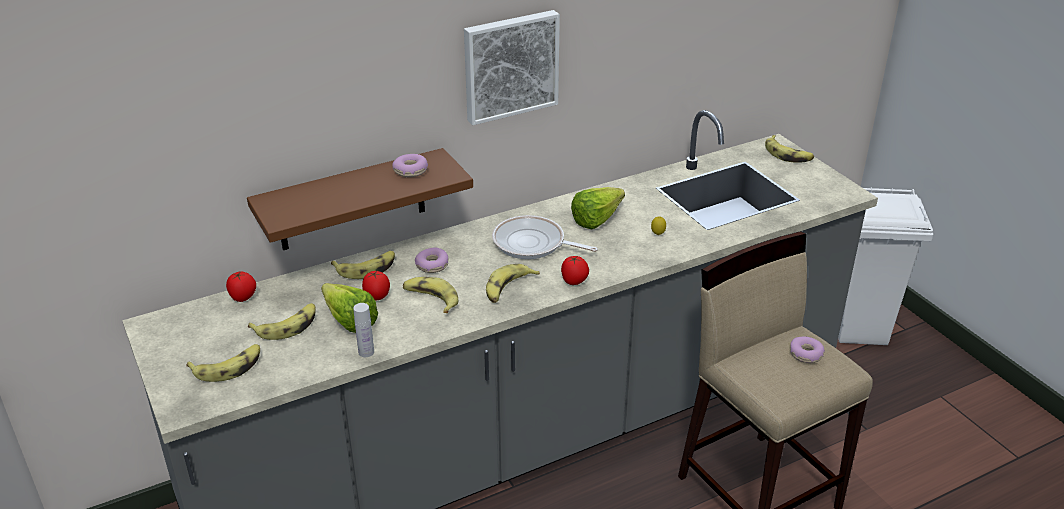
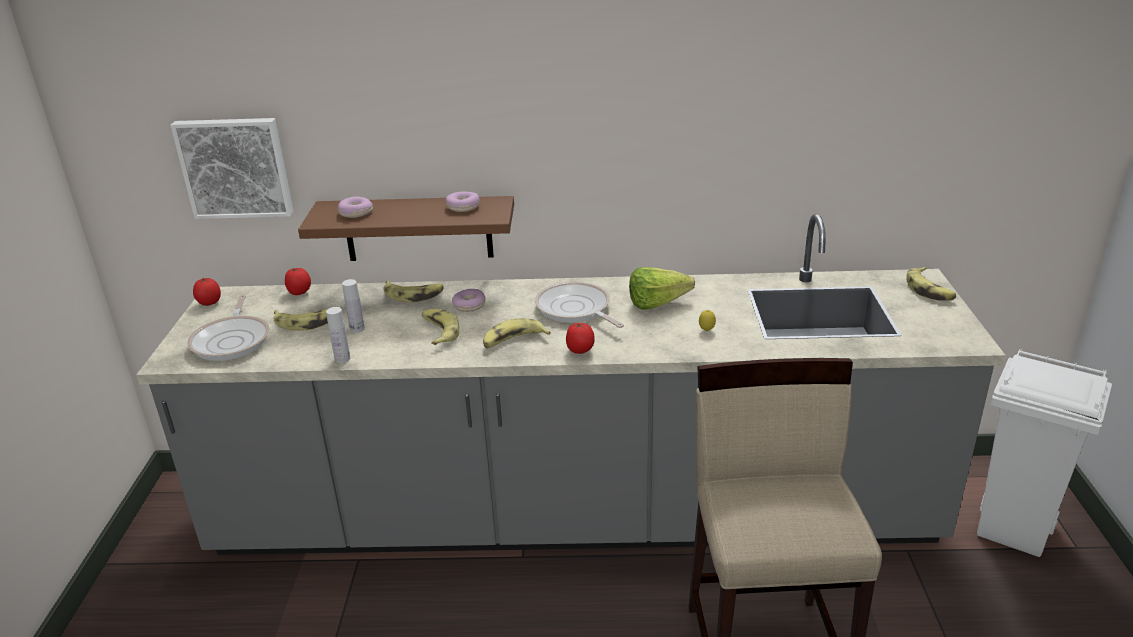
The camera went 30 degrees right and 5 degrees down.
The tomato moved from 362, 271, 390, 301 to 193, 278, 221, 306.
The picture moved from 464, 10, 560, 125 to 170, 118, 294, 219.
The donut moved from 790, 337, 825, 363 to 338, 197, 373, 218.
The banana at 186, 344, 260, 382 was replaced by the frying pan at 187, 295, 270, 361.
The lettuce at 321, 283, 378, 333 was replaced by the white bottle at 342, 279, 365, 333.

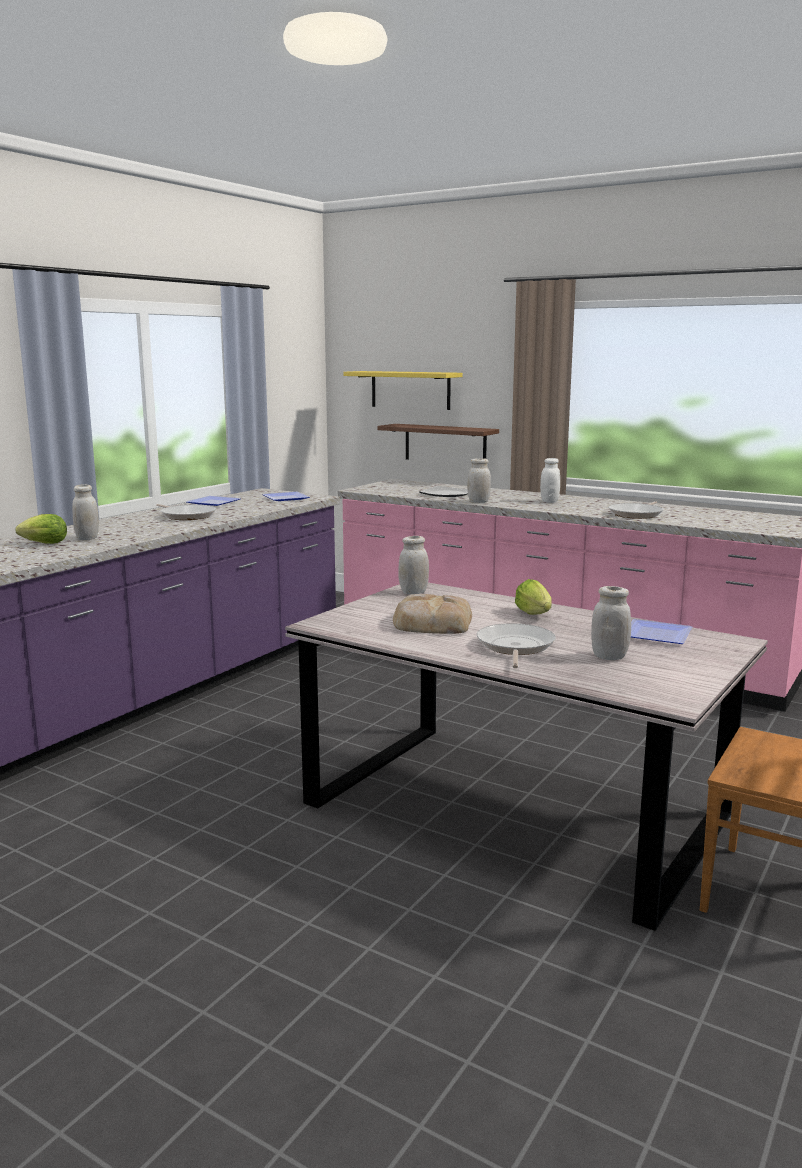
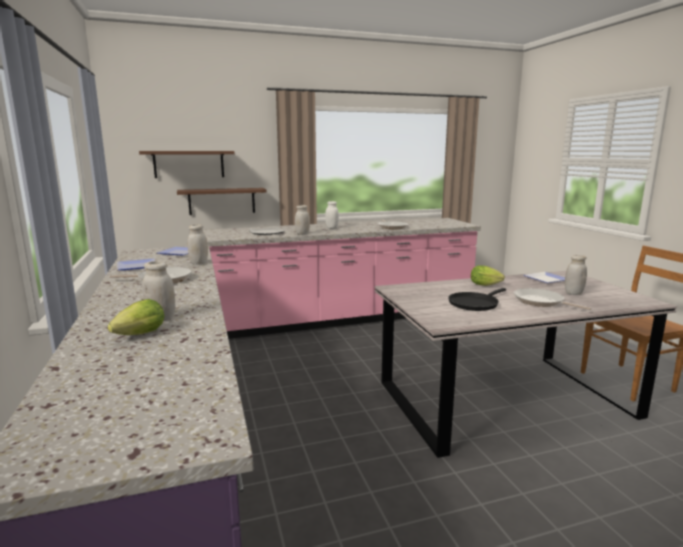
The camera went 50 degrees left and 0 degrees up.
The white jar moved from 398, 536, 429, 594 to 188, 224, 208, 265.
The bread at 393, 594, 472, 634 was replaced by the black frying pan at 448, 288, 506, 311.
The yellow shelf at 343, 371, 463, 410 became the brown shelf at 139, 151, 235, 178.

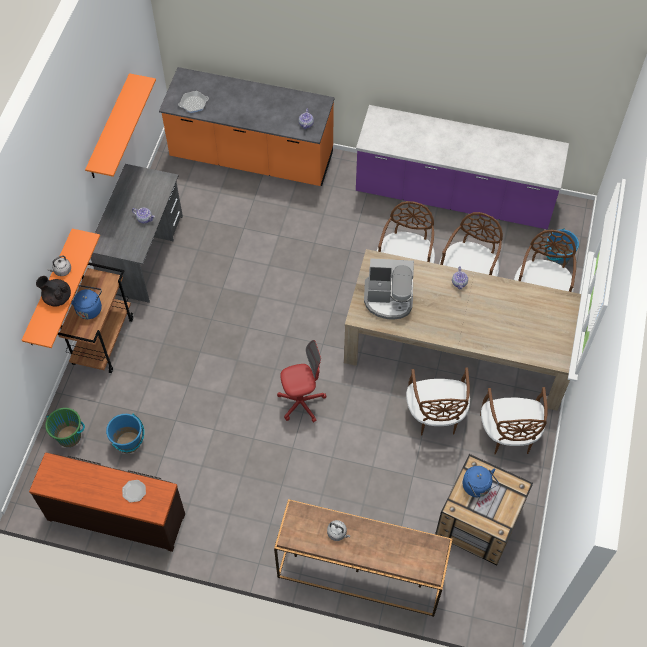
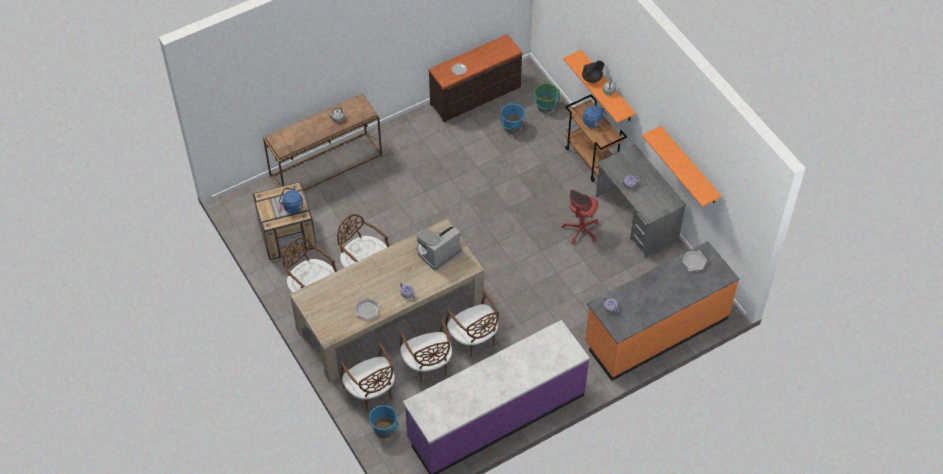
The camera went 135 degrees right and 5 degrees down.
The frying pan at 355, 298, 380, 320 appeared.
The red office chair moved from 277, 340, 327, 423 to 562, 189, 598, 244.

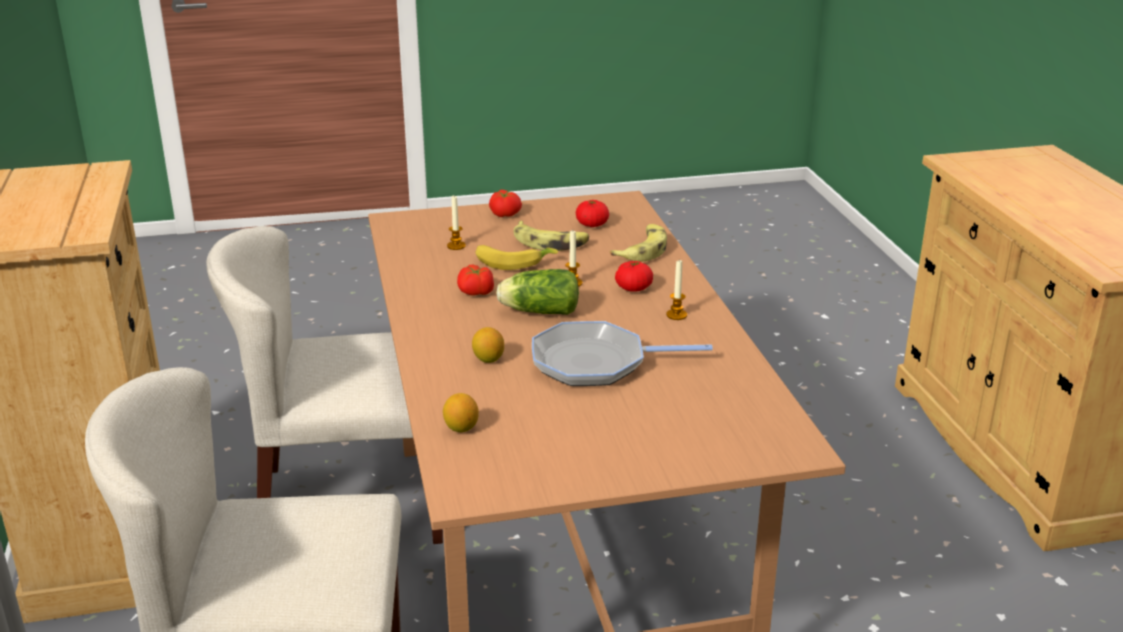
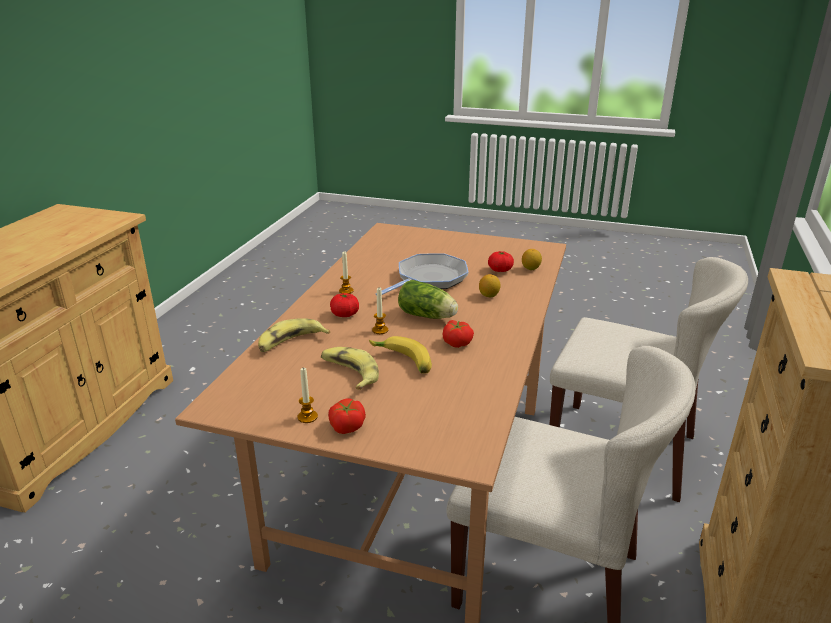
The camera went 150 degrees left and 0 degrees up.
The candle moved from 447, 196, 466, 250 to 298, 368, 318, 423.
The tomato moved from 576, 200, 609, 227 to 488, 251, 514, 272.
The frying pan at 532, 321, 713, 386 turned 75 degrees counterclockwise.

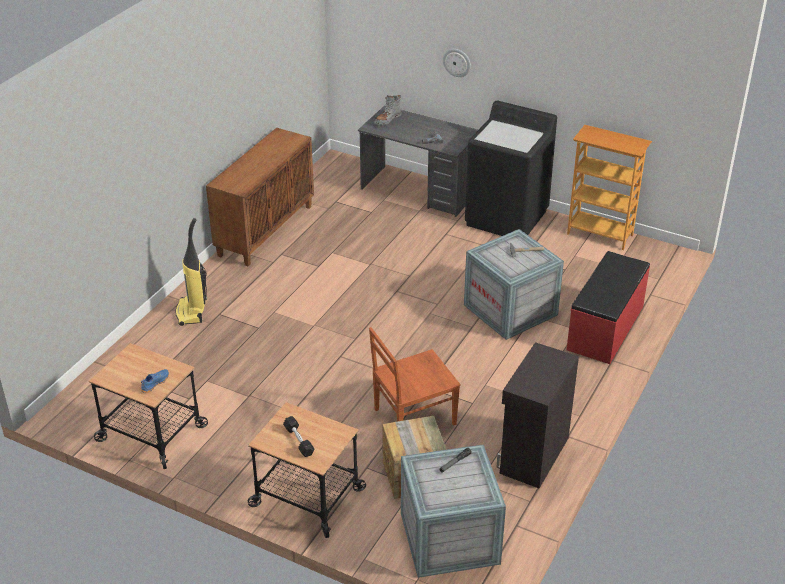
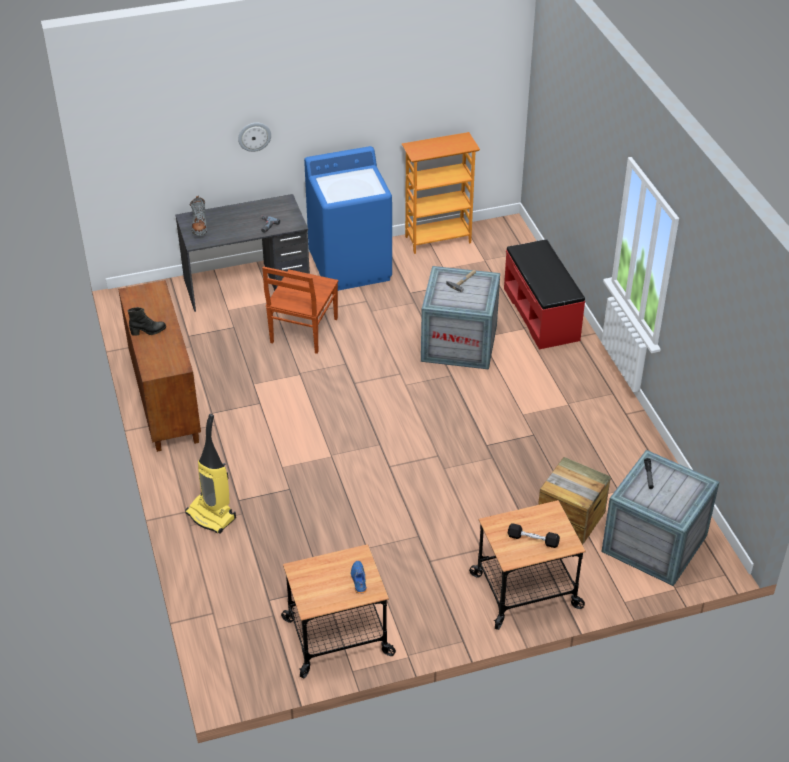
The camera went 45 degrees left and 5 degrees up.
The black cabinet at 496, 342, 579, 488 disappeared.
The black boot at 128, 307, 166, 336 appeared.
The brown chair moved from 369, 327, 461, 426 to 263, 267, 338, 354.
The black washing machine at 465, 101, 557, 236 became the blue washing machine at 304, 146, 392, 291.

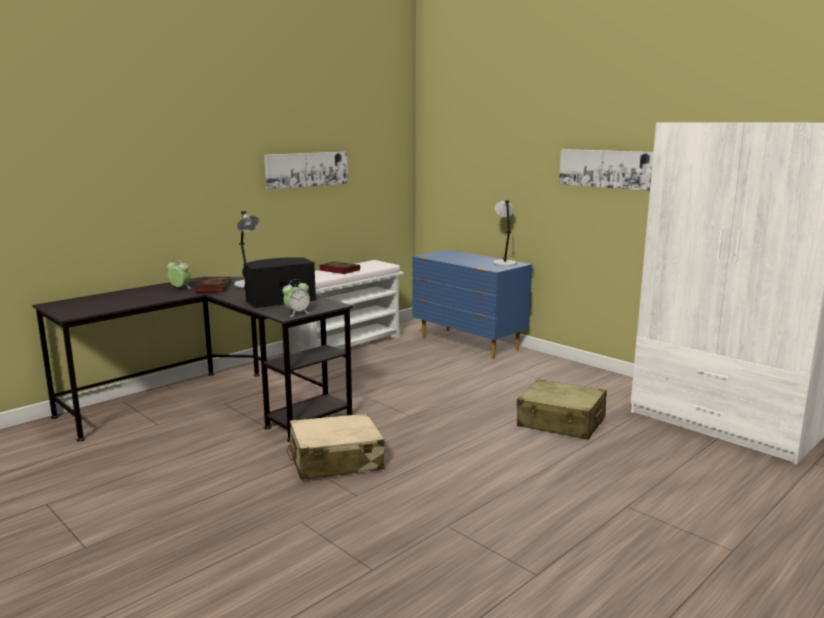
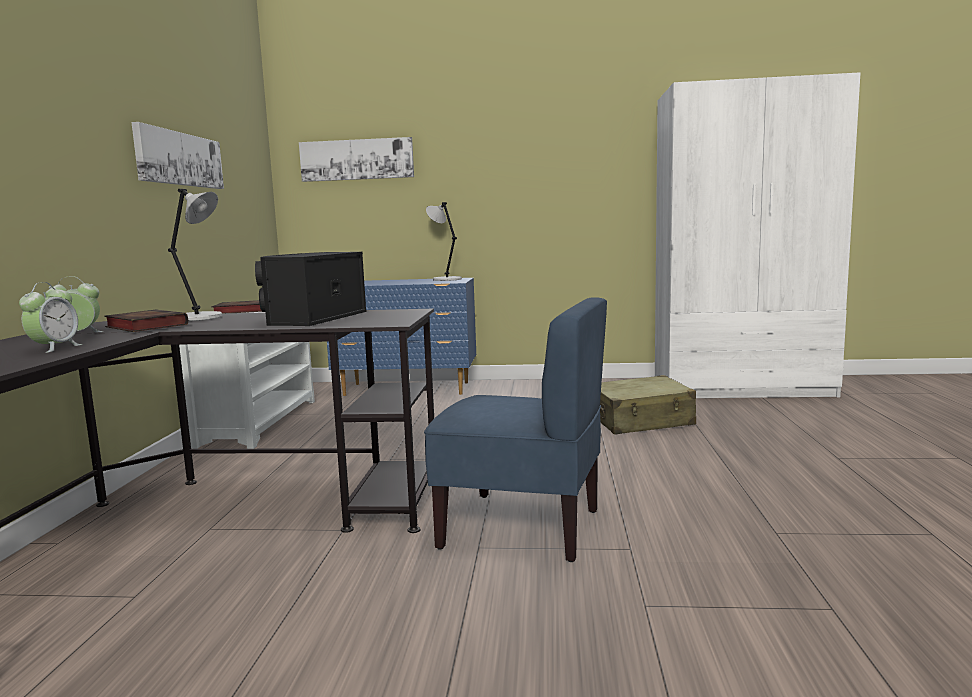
The camera went 40 degrees left and 5 degrees down.
The alarm clock moved from 283, 279, 310, 317 to 19, 282, 83, 353.
The picture moved from 559, 149, 653, 191 to 299, 137, 414, 182.
The beige suitcase at 287, 413, 384, 480 was replaced by the blue chair at 424, 297, 607, 562.

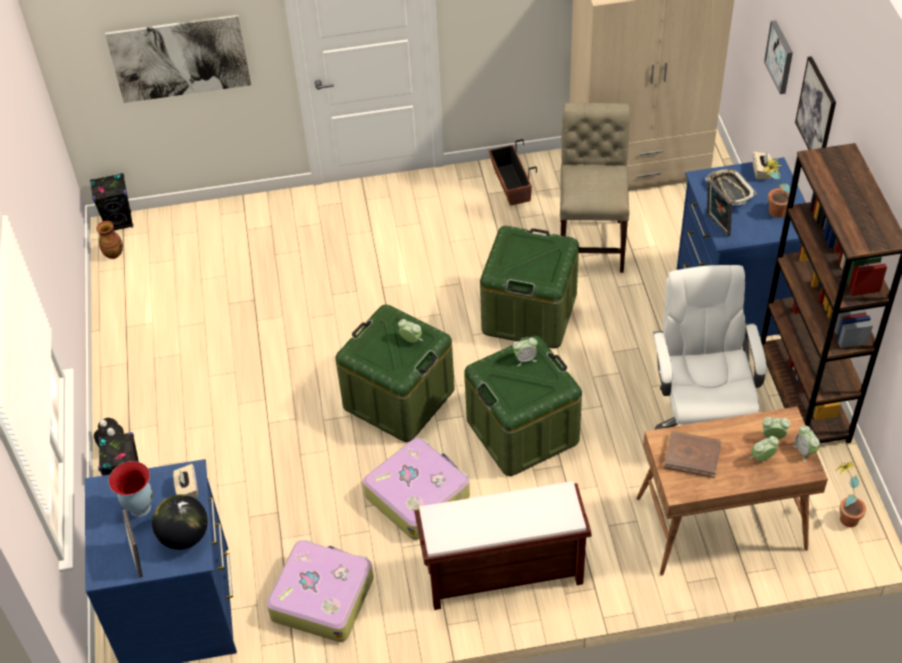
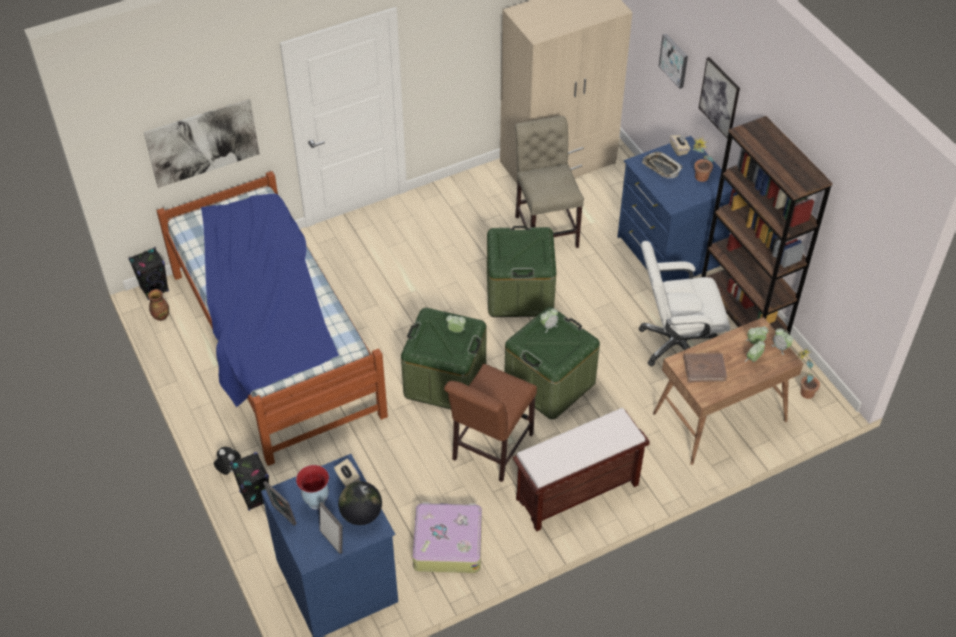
The camera went 20 degrees left and 0 degrees up.
The planter at 488, 139, 537, 205 disappeared.
The bed at 156, 171, 388, 466 appeared.
The picture frame moved from 707, 180, 732, 237 to 263, 481, 296, 526.
The suitcase at 363, 438, 470, 540 was replaced by the brown chair at 444, 363, 537, 482.
The white office chair at 653, 265, 767, 430 turned 75 degrees counterclockwise.

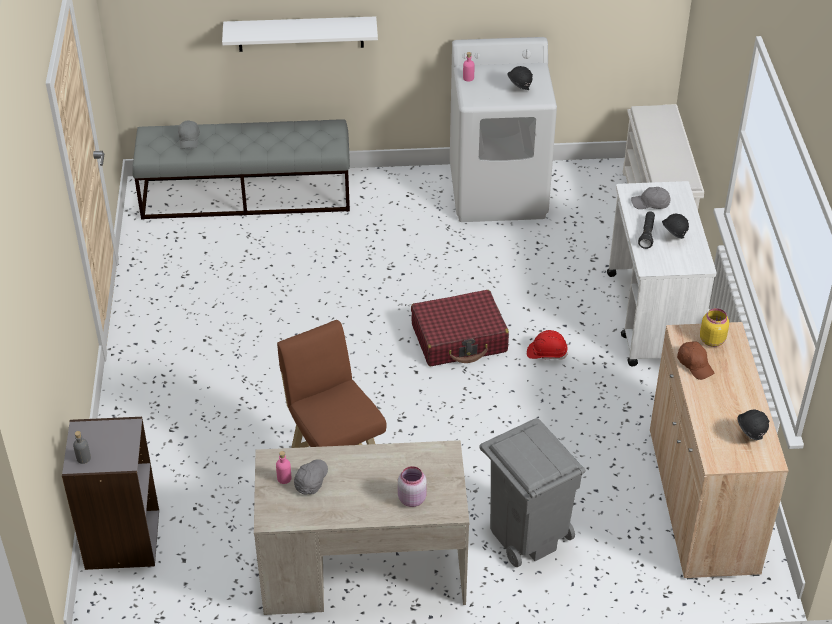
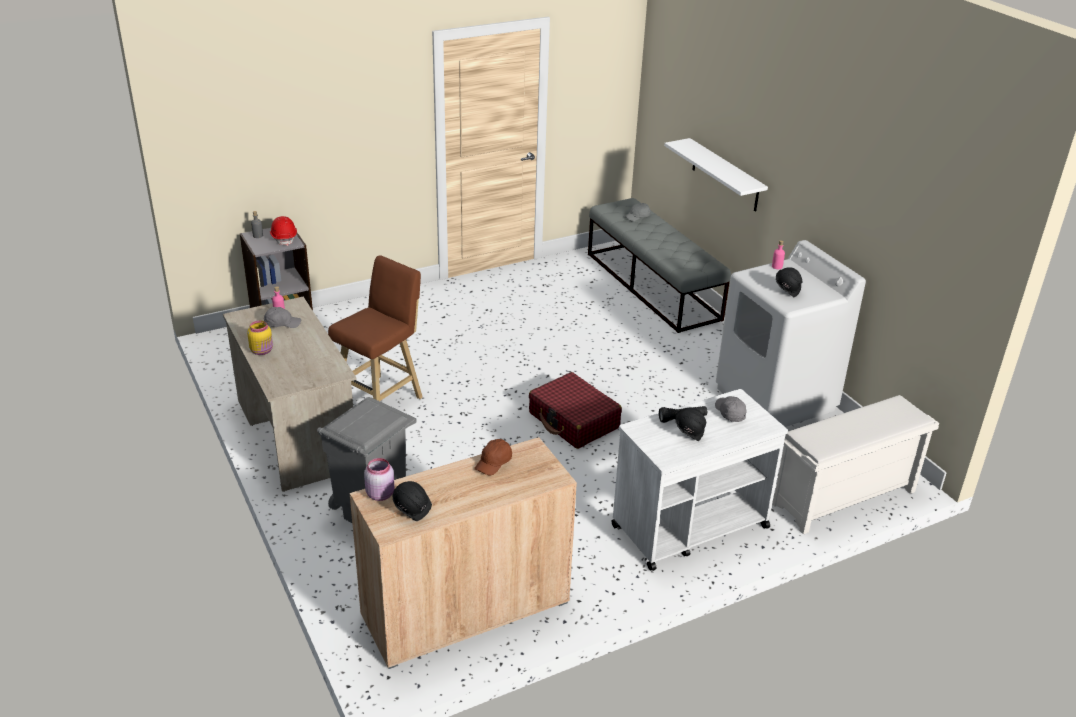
The camera went 65 degrees right and 10 degrees down.
The pink jar moved from 398, 466, 427, 507 to 364, 458, 394, 501.
The red hard hat moved from 527, 330, 568, 360 to 270, 216, 297, 246.
The yellow jar moved from 700, 308, 729, 347 to 247, 321, 273, 355.

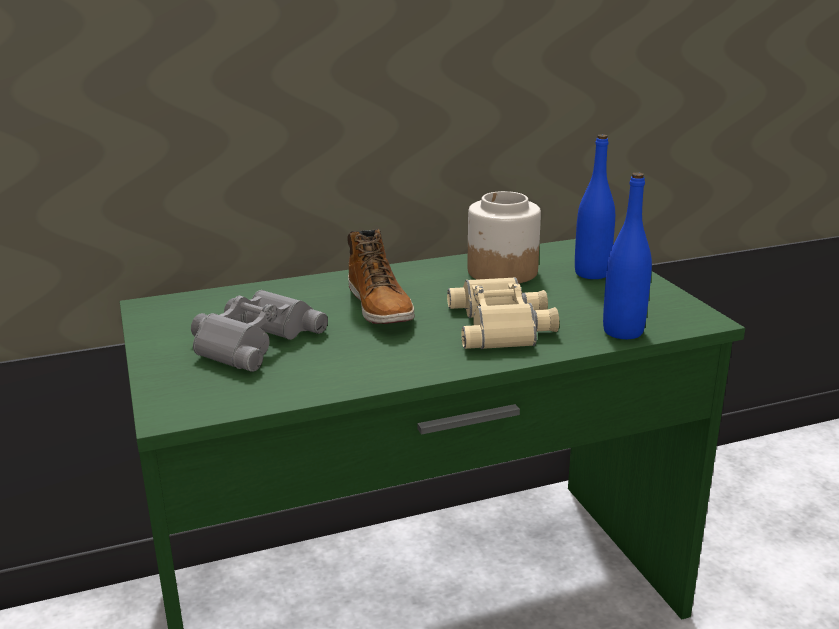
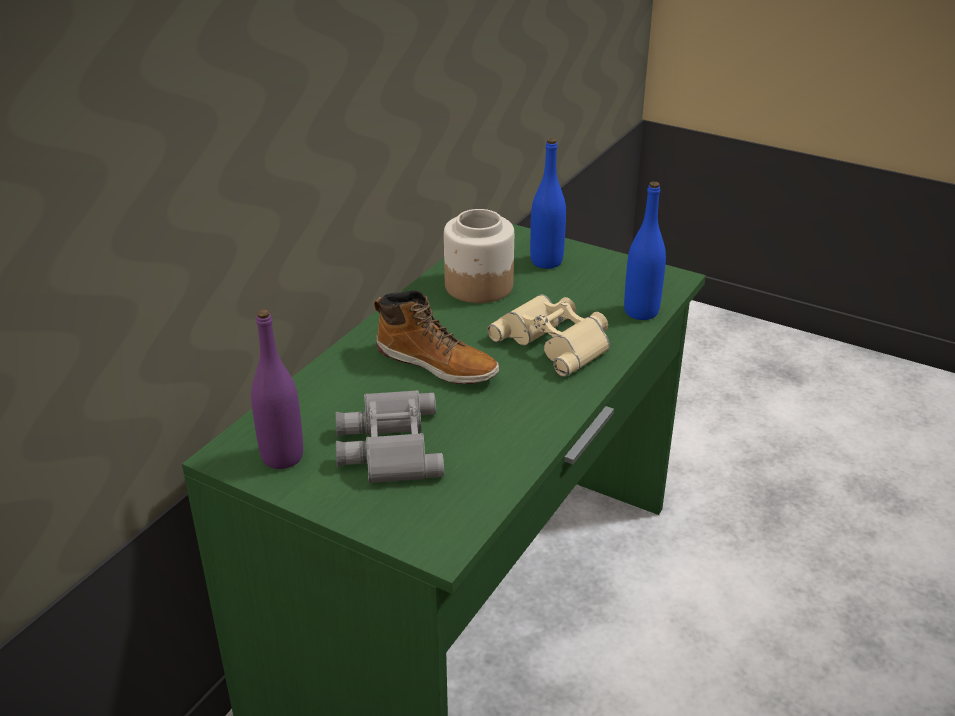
The camera went 40 degrees left and 10 degrees up.
The purple bottle at 251, 310, 303, 469 appeared.

